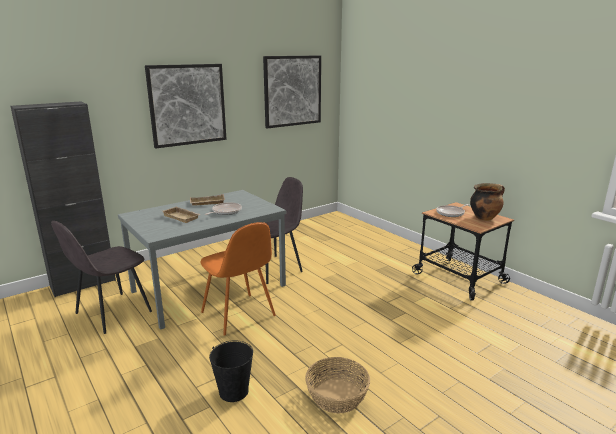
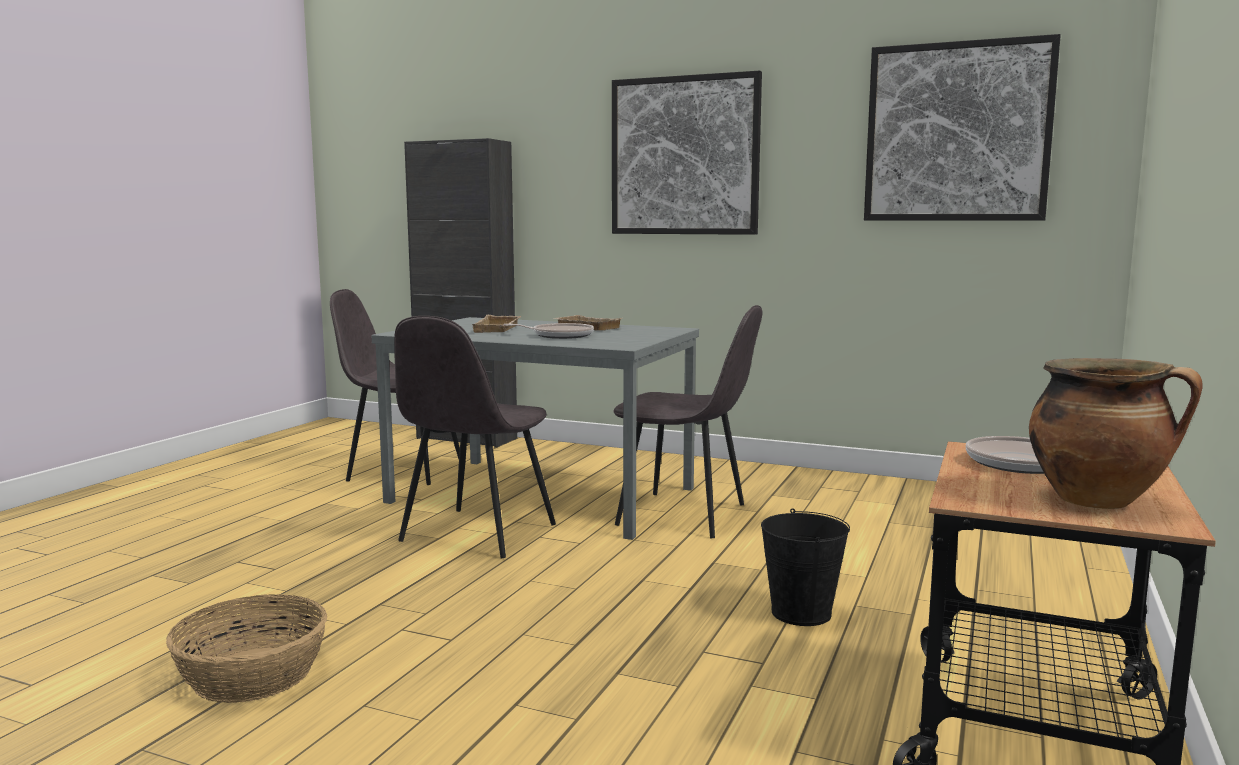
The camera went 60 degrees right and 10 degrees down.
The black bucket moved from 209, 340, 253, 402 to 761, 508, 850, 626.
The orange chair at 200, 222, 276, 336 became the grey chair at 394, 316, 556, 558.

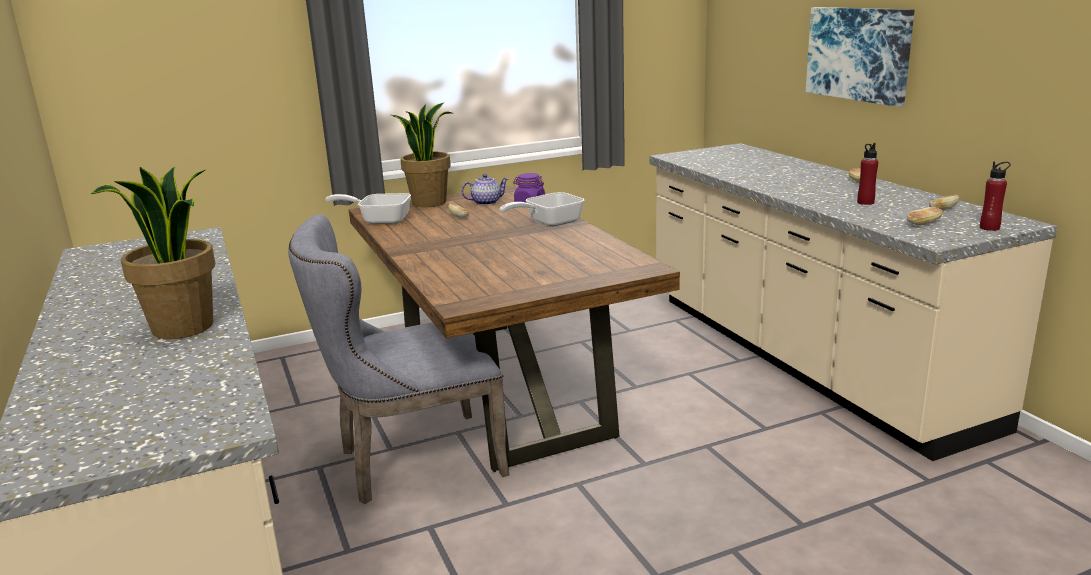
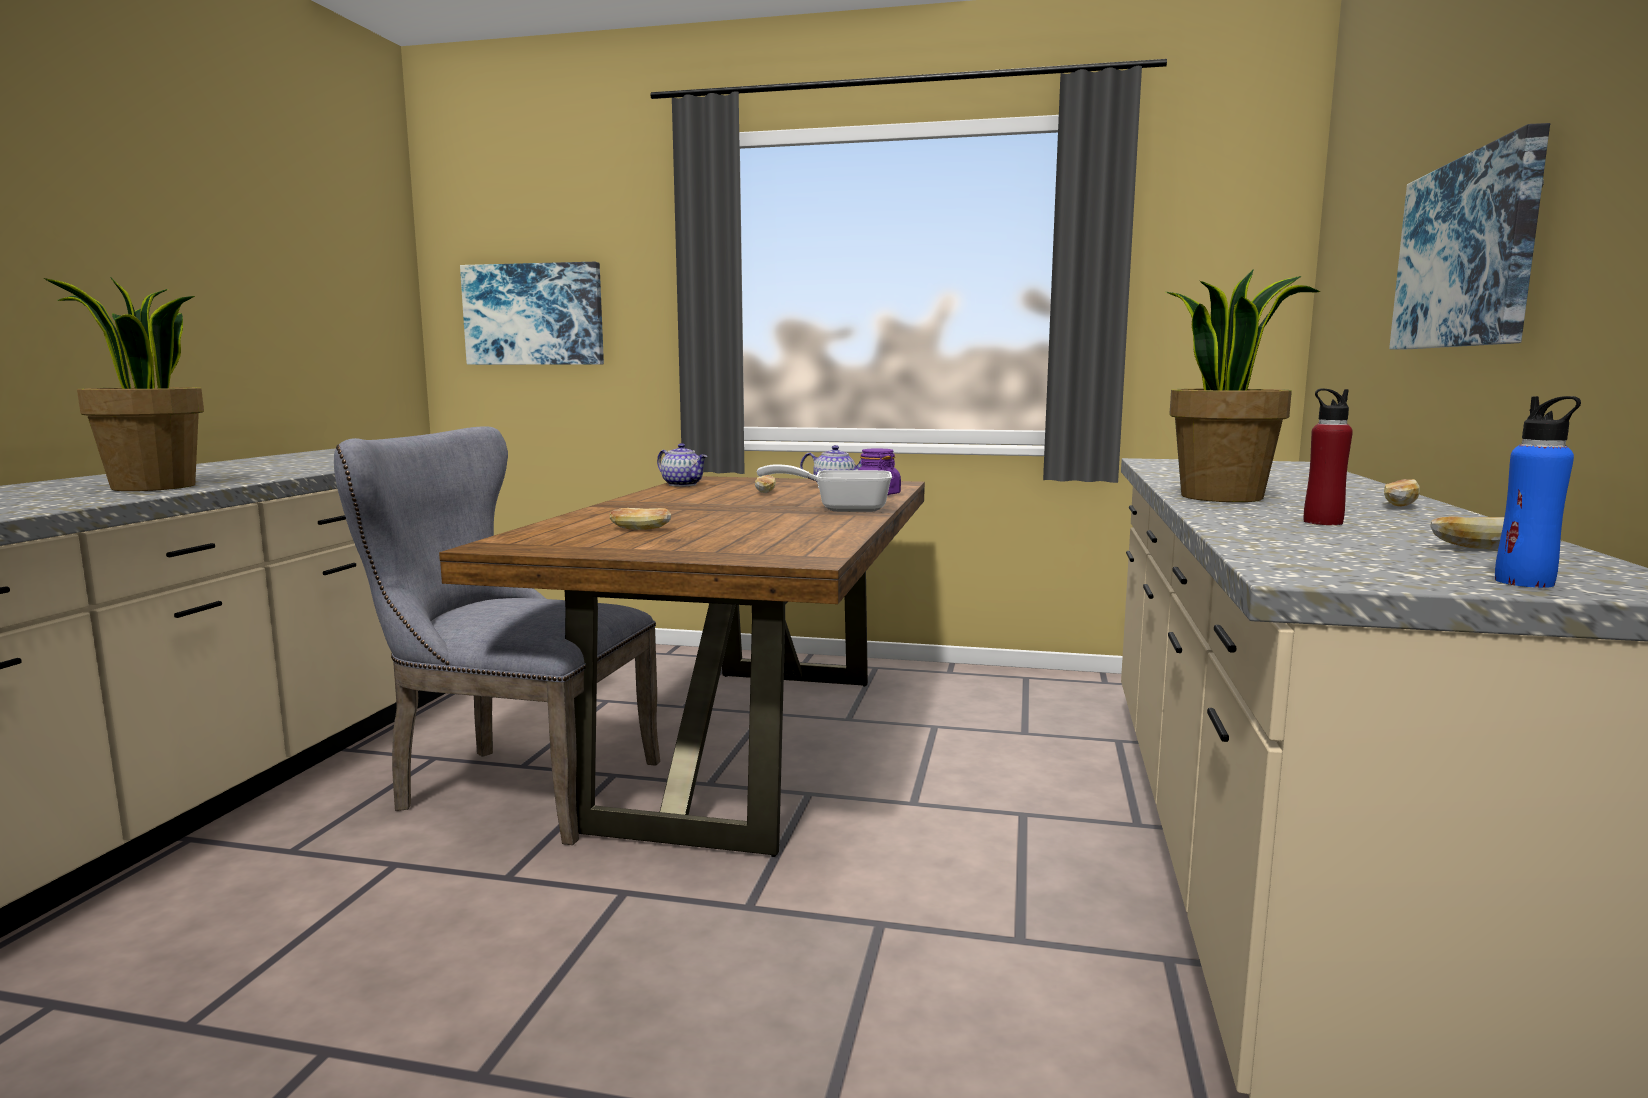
The camera went 35 degrees right and 10 degrees down.
The picture at 460, 262, 604, 365 appeared.
The potted plant moved from 391, 103, 453, 207 to 1166, 269, 1320, 502.
The bread moved from 907, 207, 943, 226 to 610, 508, 671, 530.
The frying pan at 325, 193, 411, 224 was replaced by the teapot at 657, 443, 707, 487.
The red bottle at 980, 161, 1011, 231 became the blue bottle at 1495, 396, 1581, 588.

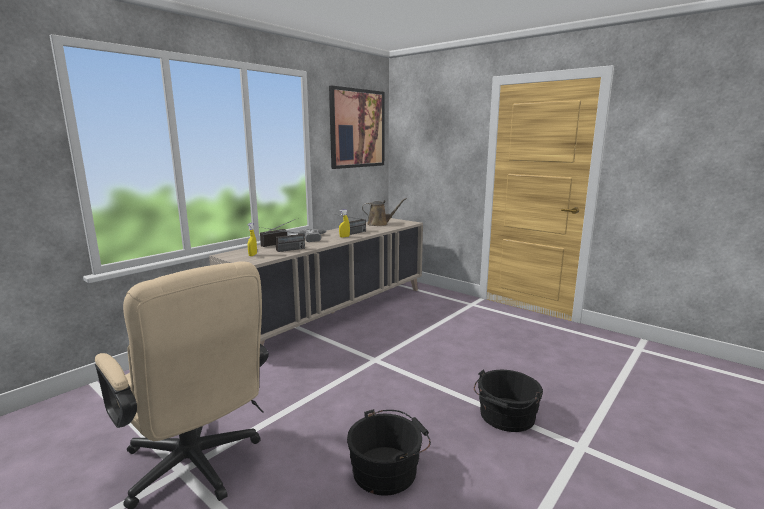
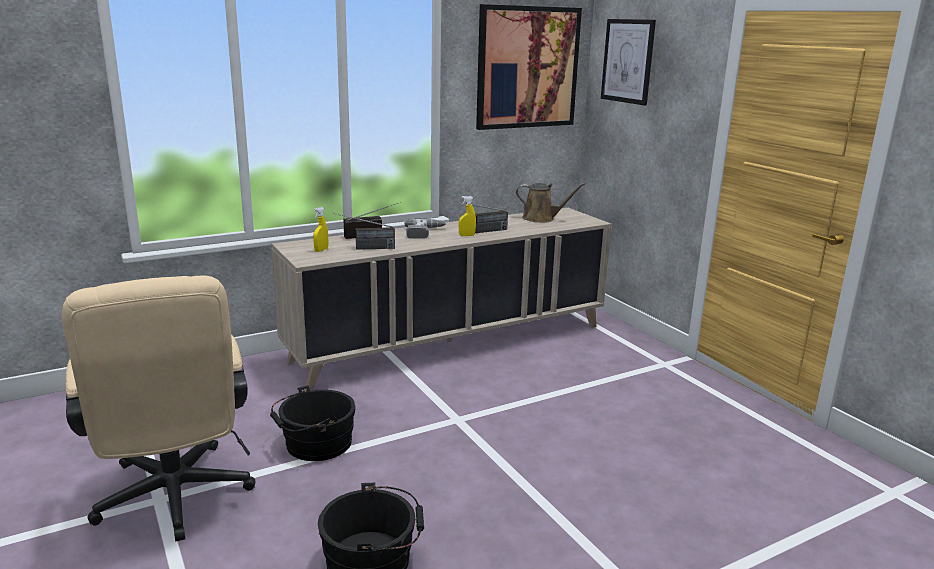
The camera went 20 degrees right and 5 degrees up.
The picture at 601, 19, 656, 105 appeared.
The black bucket moved from 474, 369, 543, 432 to 270, 385, 355, 461.

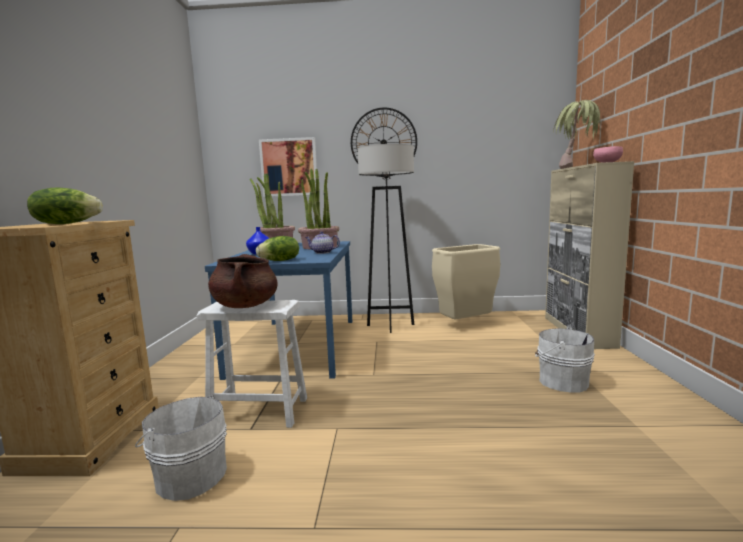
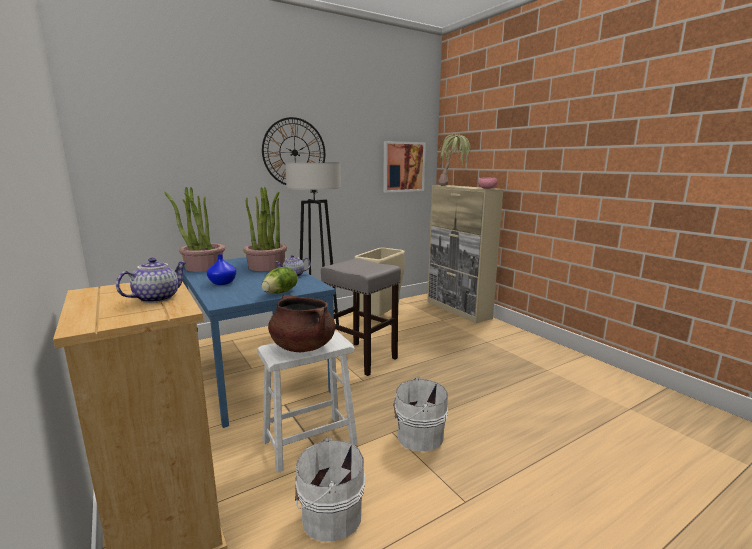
The camera went 35 degrees left and 5 degrees up.
The grey stool at 321, 258, 401, 376 appeared.
The picture moved from 259, 137, 317, 197 to 383, 141, 426, 193.
The white bucket moved from 535, 326, 595, 393 to 393, 377, 448, 451.
The lettuce at 27, 187, 103, 224 was replaced by the teapot at 116, 258, 187, 303.

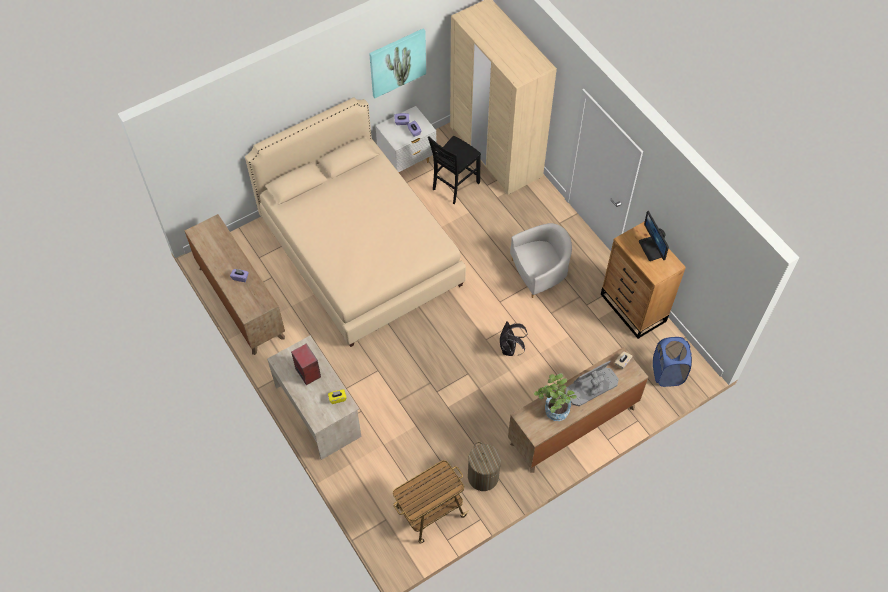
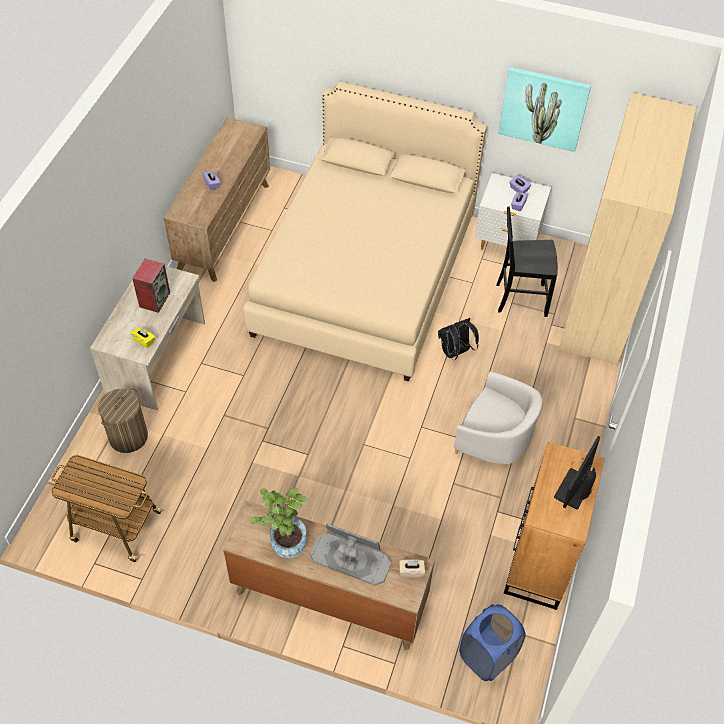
The camera went 50 degrees right and 5 degrees down.
The laundry basket moved from 468, 442, 501, 491 to 98, 388, 148, 453.
The black backpack moved from 499, 321, 528, 356 to 438, 318, 479, 360.

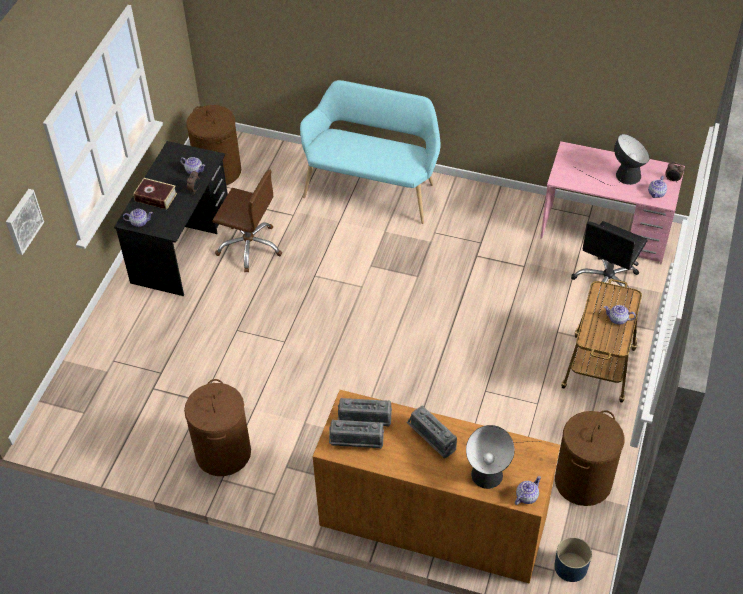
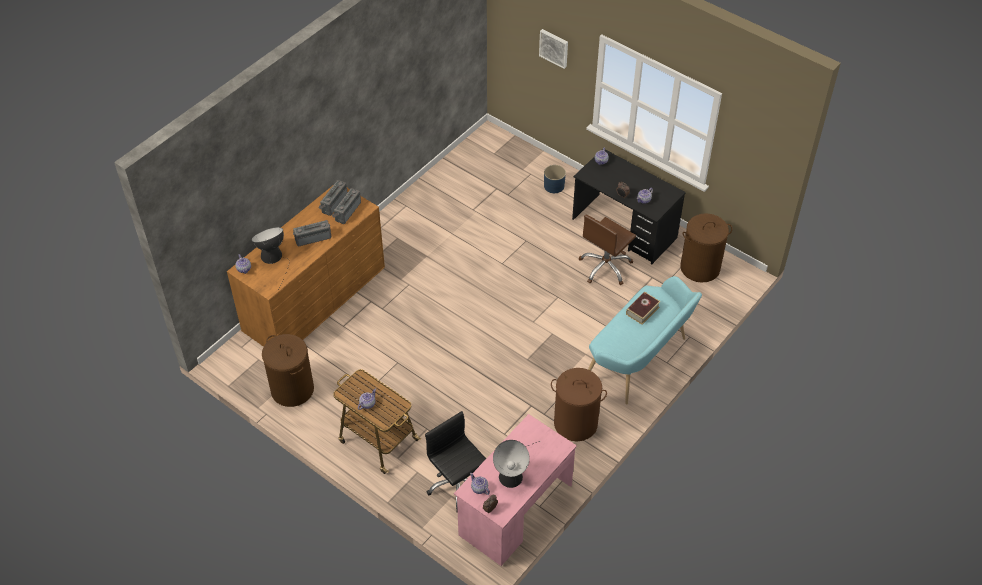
The camera went 110 degrees right and 0 degrees up.
The book moved from 133, 178, 177, 209 to 626, 292, 661, 325.
The brown laundry basket moved from 184, 379, 251, 476 to 551, 368, 607, 441.
The blue planter moved from 554, 537, 592, 582 to 544, 165, 566, 193.

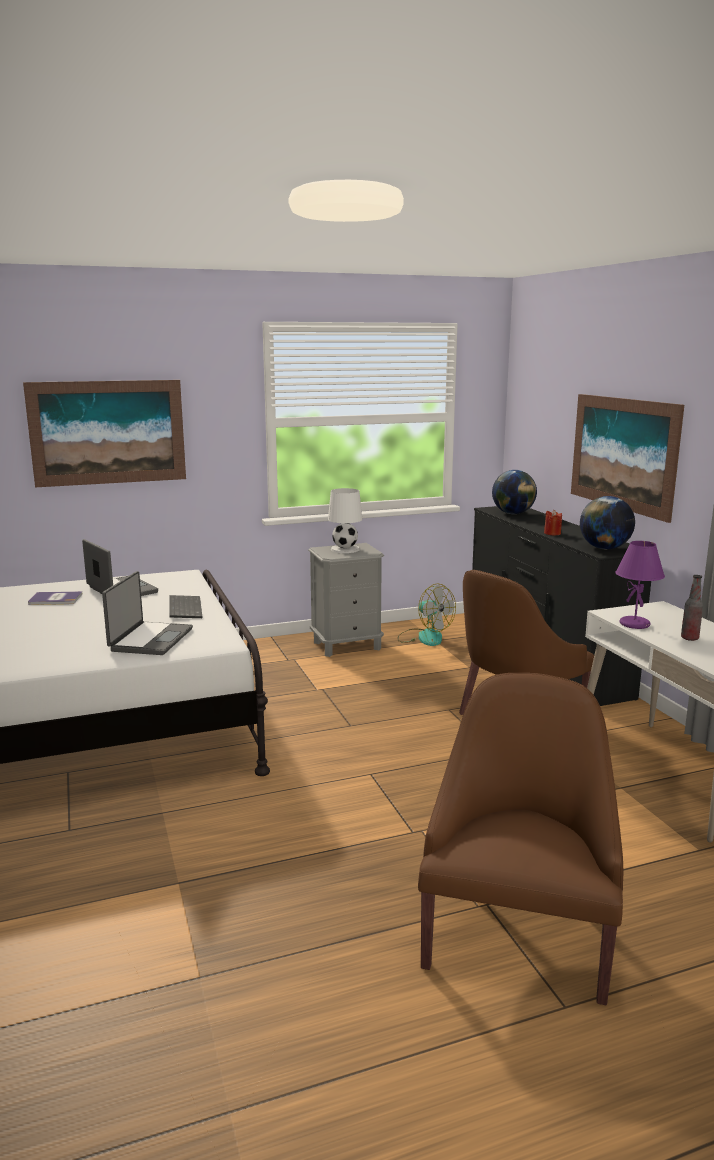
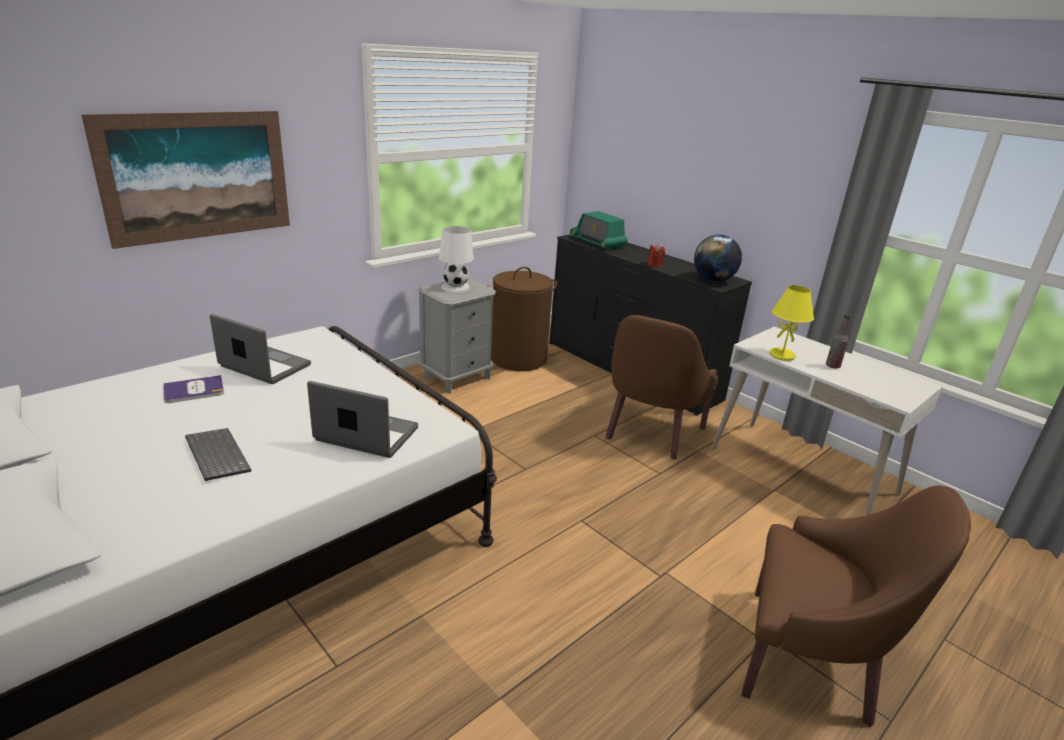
The camera went 25 degrees left and 10 degrees up.
The picture at 571, 394, 684, 523 disappeared.
The keyboard moved from 169, 595, 202, 618 to 185, 428, 251, 481.
The fan at 397, 584, 456, 646 was replaced by the brown laundry basket at 488, 267, 557, 371.
The globe at 492, 470, 537, 514 was replaced by the radio at 570, 211, 628, 250.
The purple table lamp at 615, 541, 665, 629 became the yellow table lamp at 770, 285, 814, 361.
The laptop at 102, 571, 193, 655 turned 60 degrees counterclockwise.
The brown armchair at 418, 673, 623, 1005 turned 120 degrees clockwise.

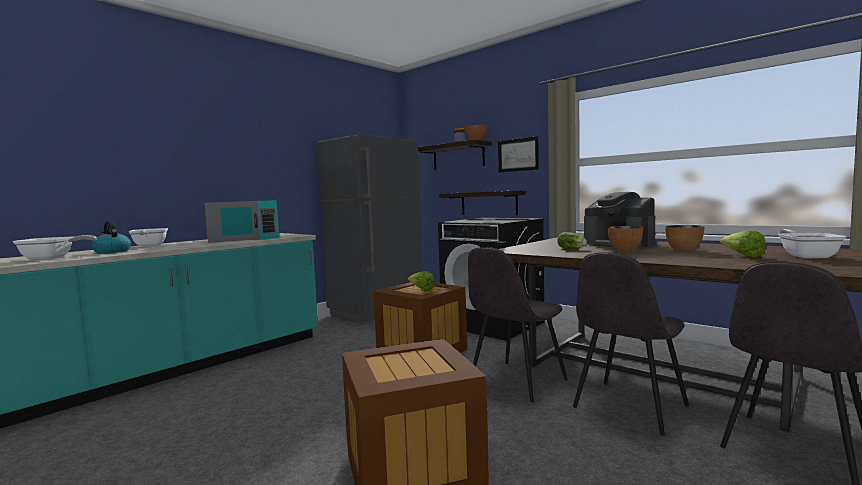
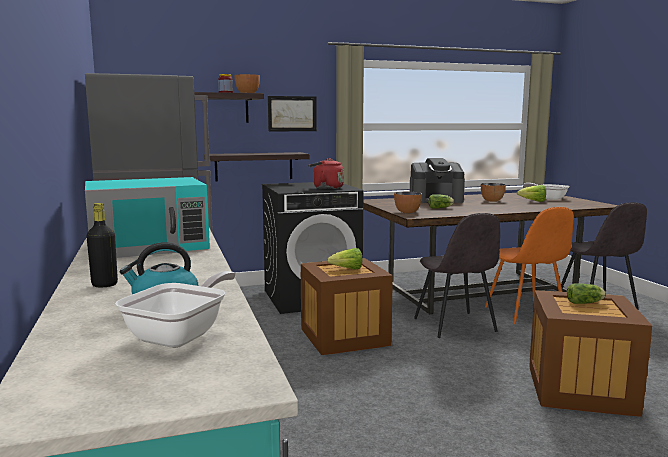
The camera went 60 degrees left and 5 degrees up.
The red kettle at 308, 158, 344, 189 appeared.
The lettuce at 567, 284, 606, 304 appeared.
The bowl moved from 607, 226, 643, 251 to 394, 192, 422, 213.
The frying pan at 128, 228, 168, 247 was replaced by the black bottle at 86, 203, 118, 287.
The grey chair at 573, 252, 689, 436 became the orange chair at 485, 207, 574, 324.
The turquoise microwave at 204, 200, 279, 243 turned 60 degrees clockwise.

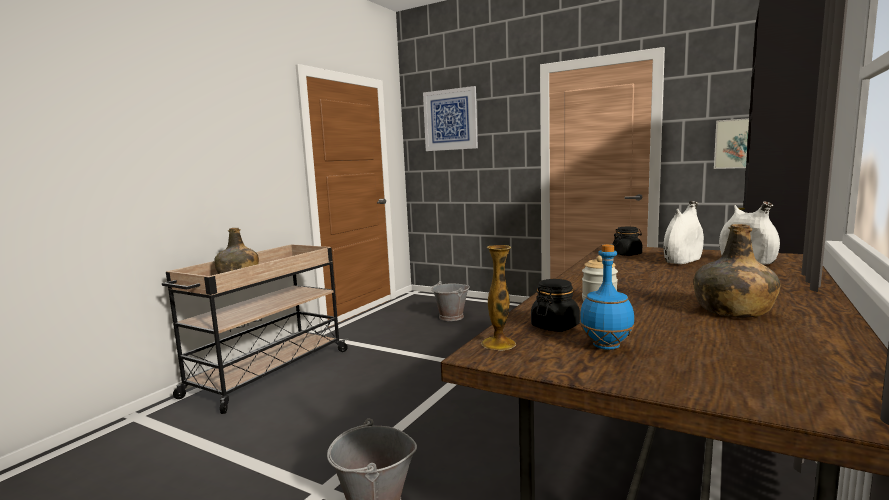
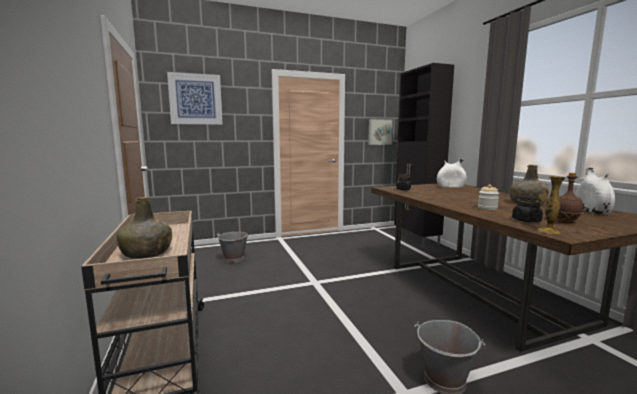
The camera went 50 degrees left and 0 degrees up.
The white vase moved from 664, 201, 704, 264 to 576, 168, 615, 215.
The blue bottle at 580, 244, 635, 350 became the brown bottle at 557, 173, 584, 223.

